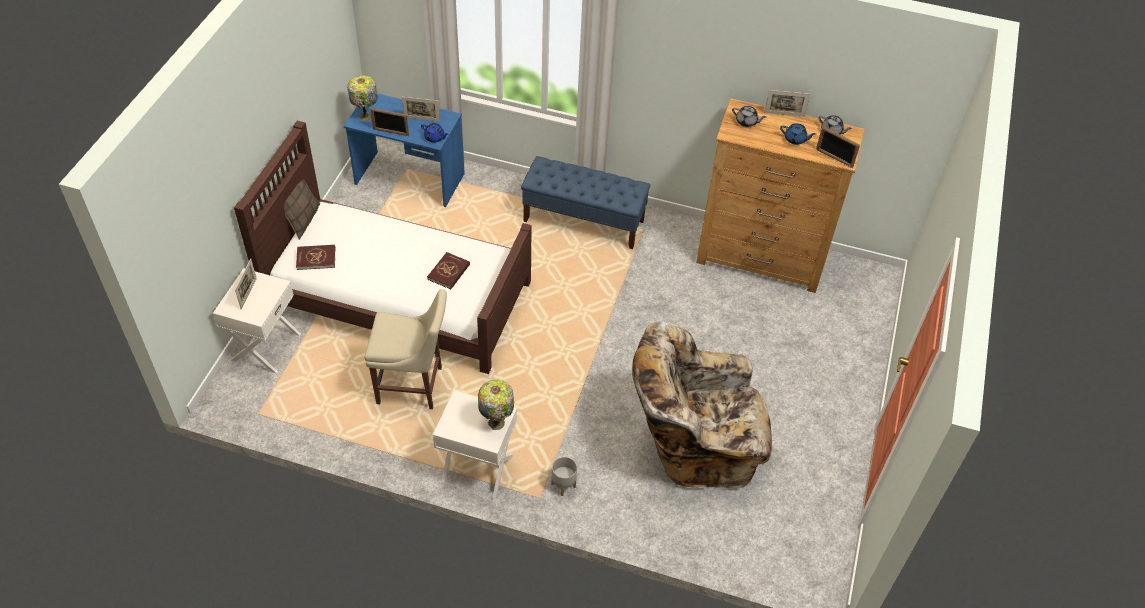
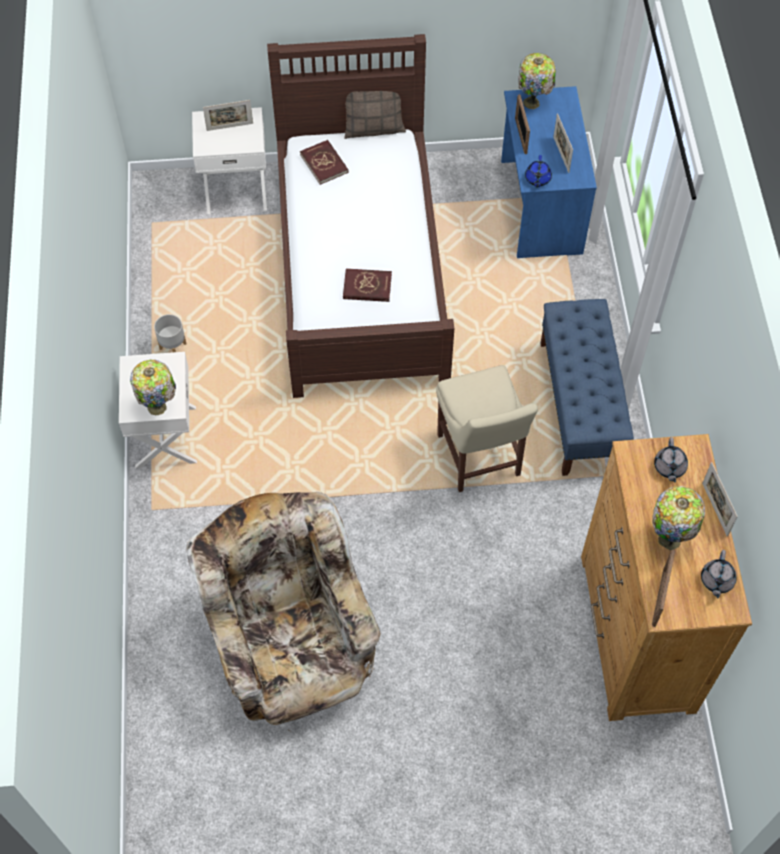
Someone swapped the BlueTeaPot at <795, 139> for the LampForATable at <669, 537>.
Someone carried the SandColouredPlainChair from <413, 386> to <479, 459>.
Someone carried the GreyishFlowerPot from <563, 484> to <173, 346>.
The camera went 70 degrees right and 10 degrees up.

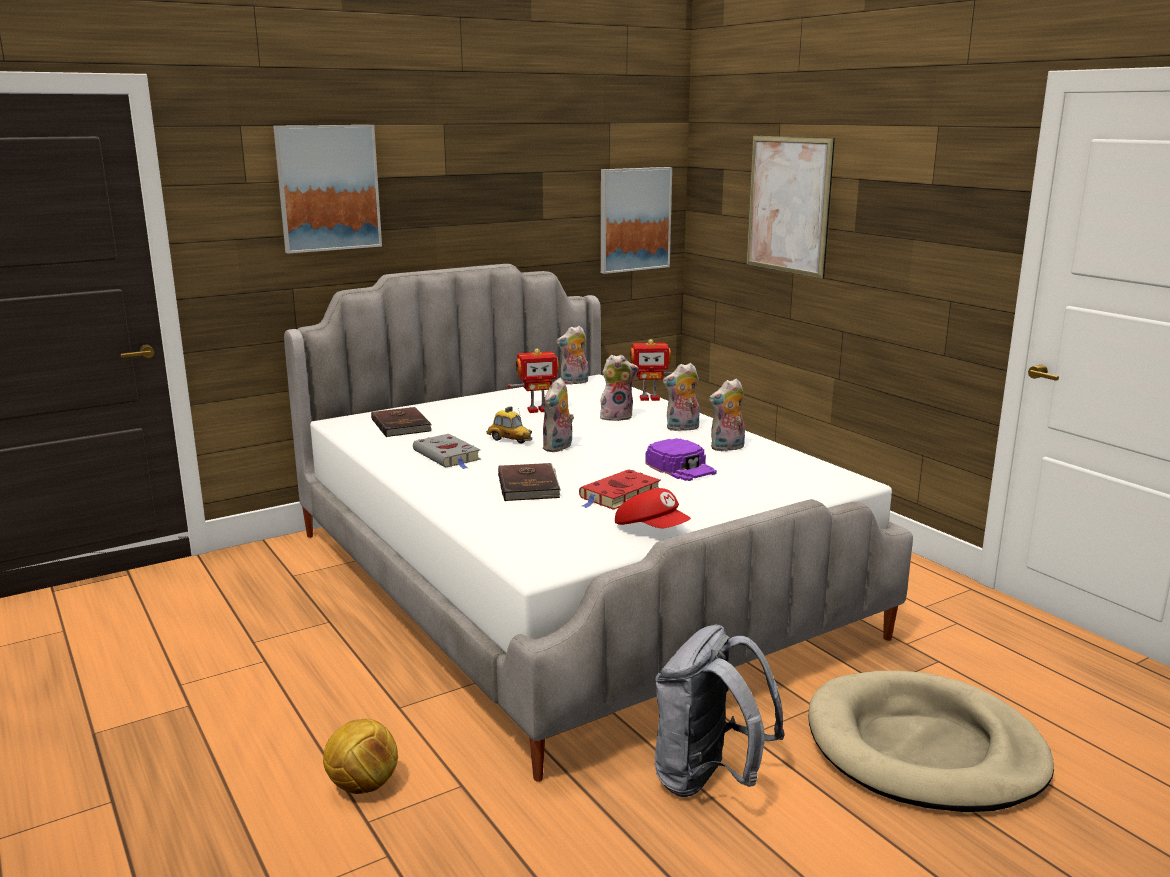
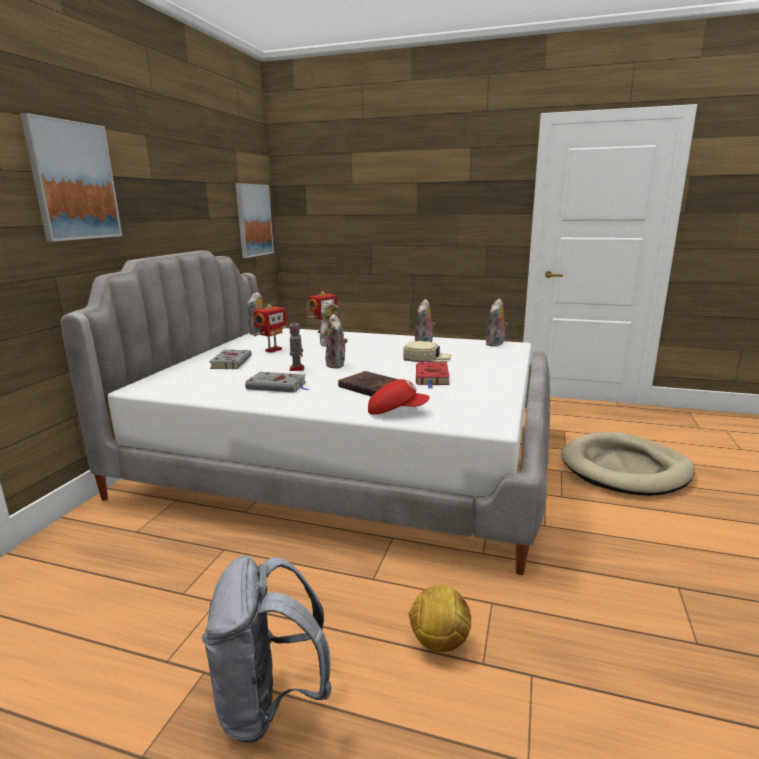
Someone took away the Picture at <788, 205>.
Someone carried the PlushToy from <682, 428> to <495, 344>.
Someone swapped the ModelCar at <509, 440> for the ToyRobot at <297, 368>.
Someone took away the BrownColouredBoundBook at <402, 425>.
Someone repainted the PurpleColouredPeakedCap at <681, 467>, which became the SandColouredPeakedCap at <427, 357>.
Someone carried the RedPeakedCap from <652, 529> to <396, 411>.
Someone carried the GreyishRucksack from <708, 779> to <269, 703>.
Someone put down the GreyishBoundBook at <231, 362>.
The camera went 40 degrees left and 0 degrees up.

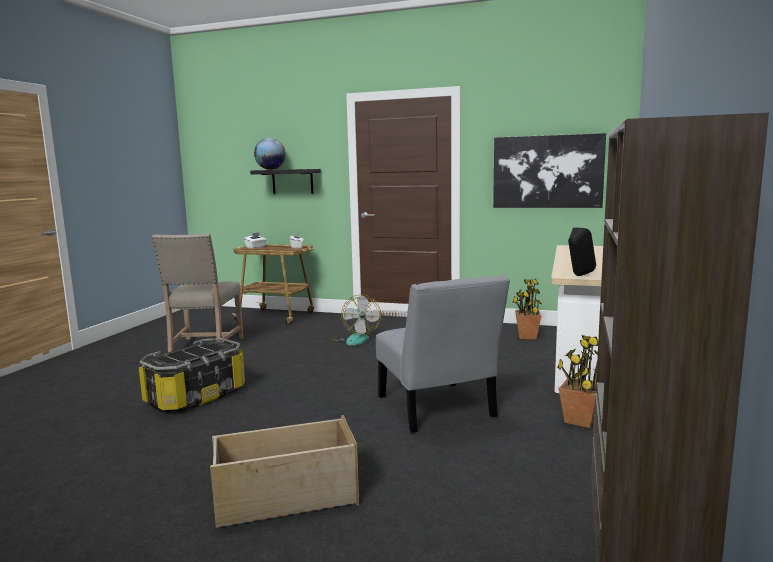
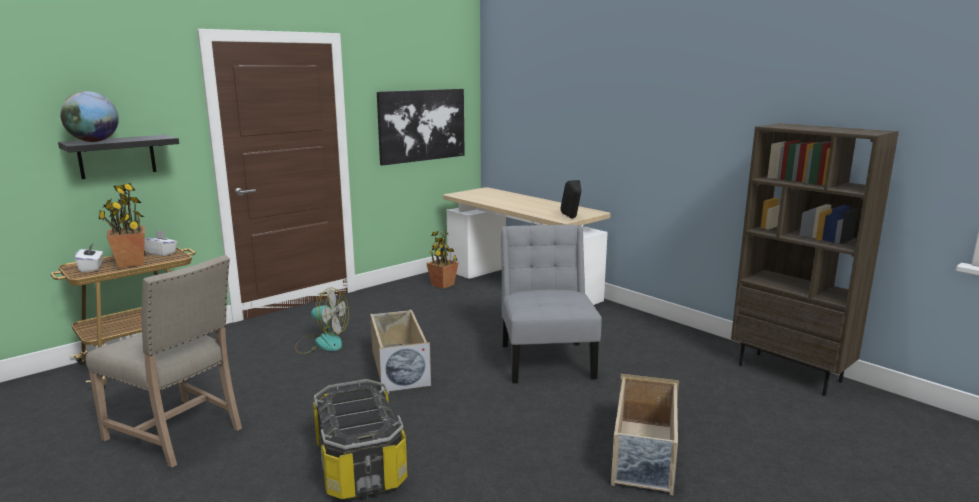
Someone rotated the GreyishPlainChair at <437, 409> by 105 degrees counterclockwise.
Someone carried the Houseplant from <580, 420> to <131, 263>.
Someone put down the SandColouredStorageContainer at <398, 367>.
The camera went 60 degrees left and 5 degrees up.

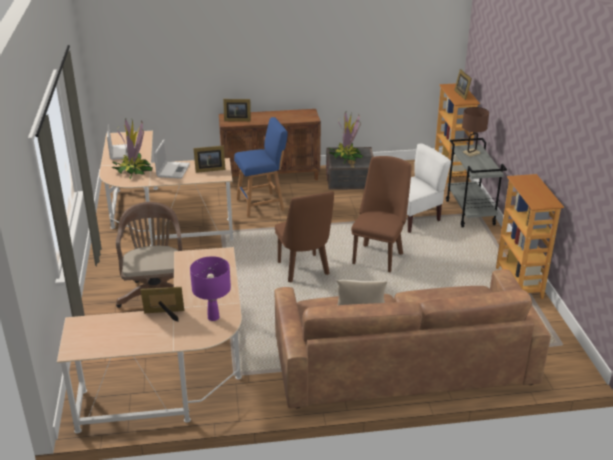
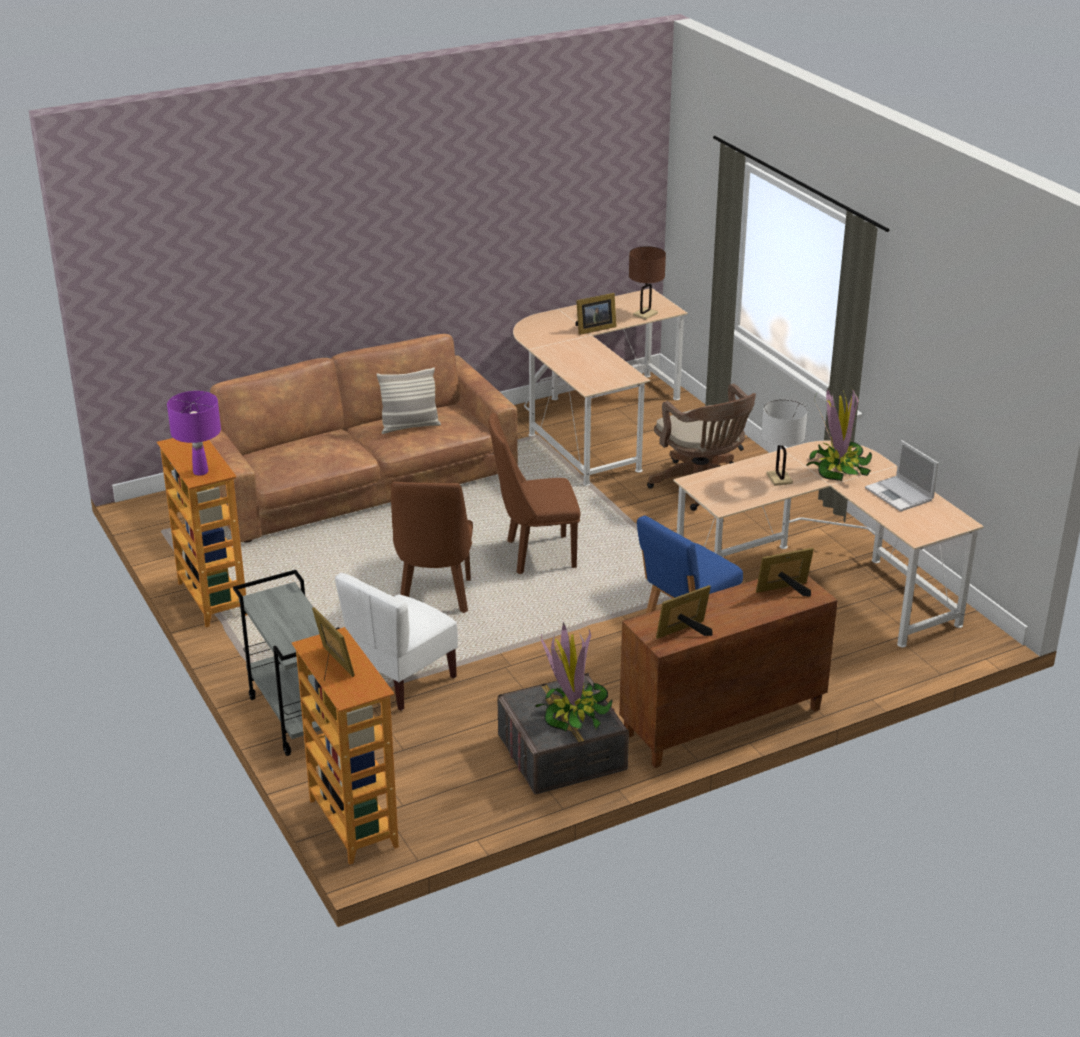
Someone carried the BrownColouredLampForATable from <471, 153> to <645, 314>.
Someone swapped the Laptop at <173, 170> for the WhitishLampForATable at <779, 478>.
Someone carried the PictureFrame from <209, 169> to <685, 632>.
Someone rotated the BrownColouredPlainChair at <304, 271> by 60 degrees counterclockwise.
Someone carried the PurpleColouredLampForATable from <213, 317> to <201, 472>.
The camera went 160 degrees right and 0 degrees up.

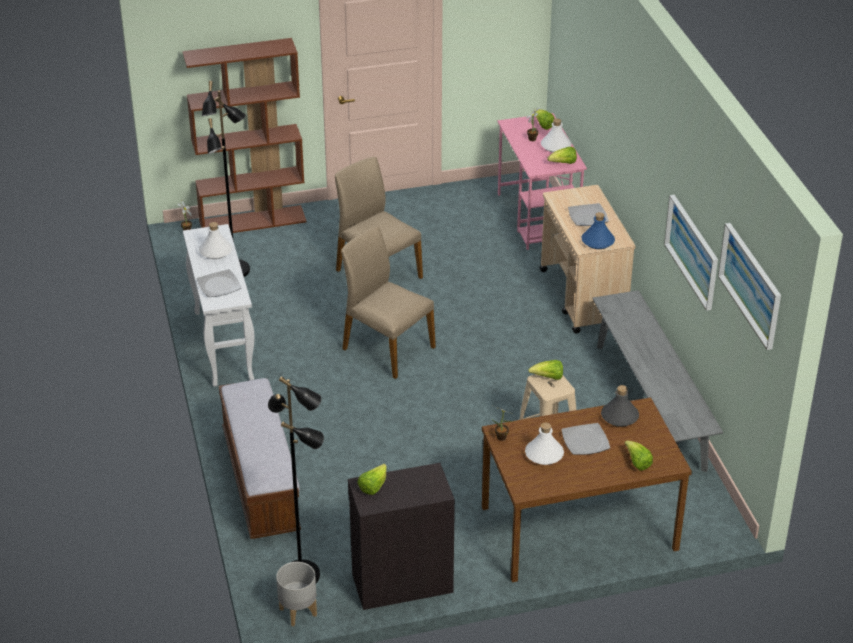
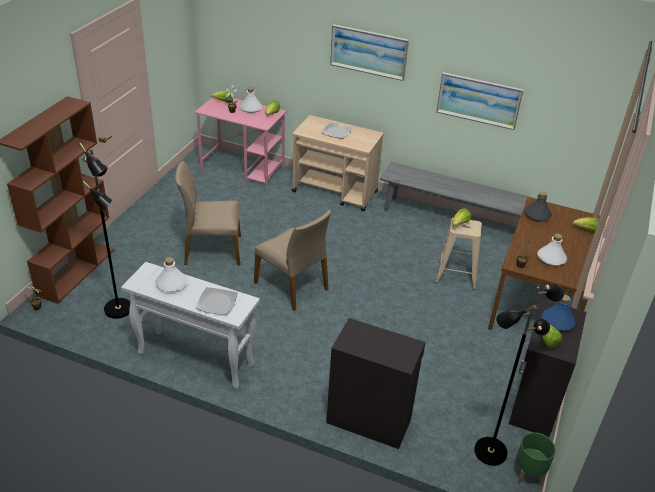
Someone carried the BlueBeverageBottle from <597, 241> to <557, 321>.
Someone carried the Picture from <751, 284> to <369, 52>.
Someone rotated the SandColouredPlainChair at <387, 348> by 120 degrees counterclockwise.
Someone swapped the Bench at <261, 480> for the BlackColouredCupboard at <369, 419>.
Someone took away the Plate at <586, 441>.
Someone repainted the GreyishFlowerPot at <297, 612>, which became the GreenFlowerPot at <528, 474>.
The camera went 55 degrees left and 0 degrees up.

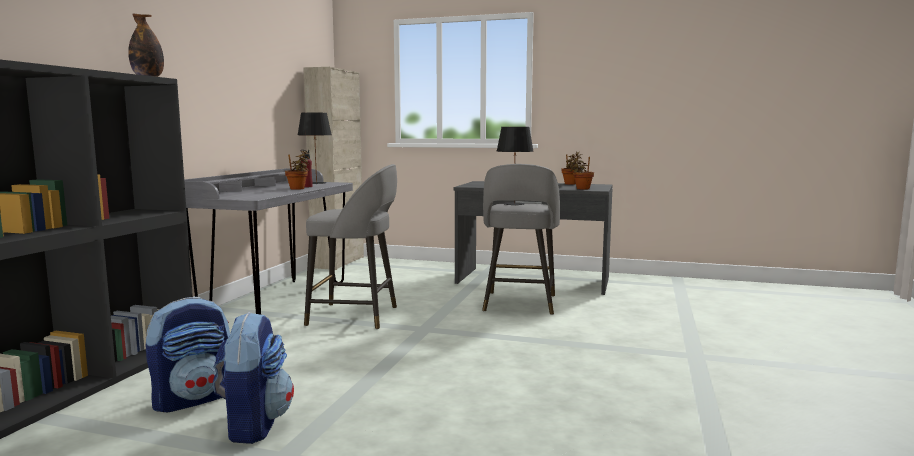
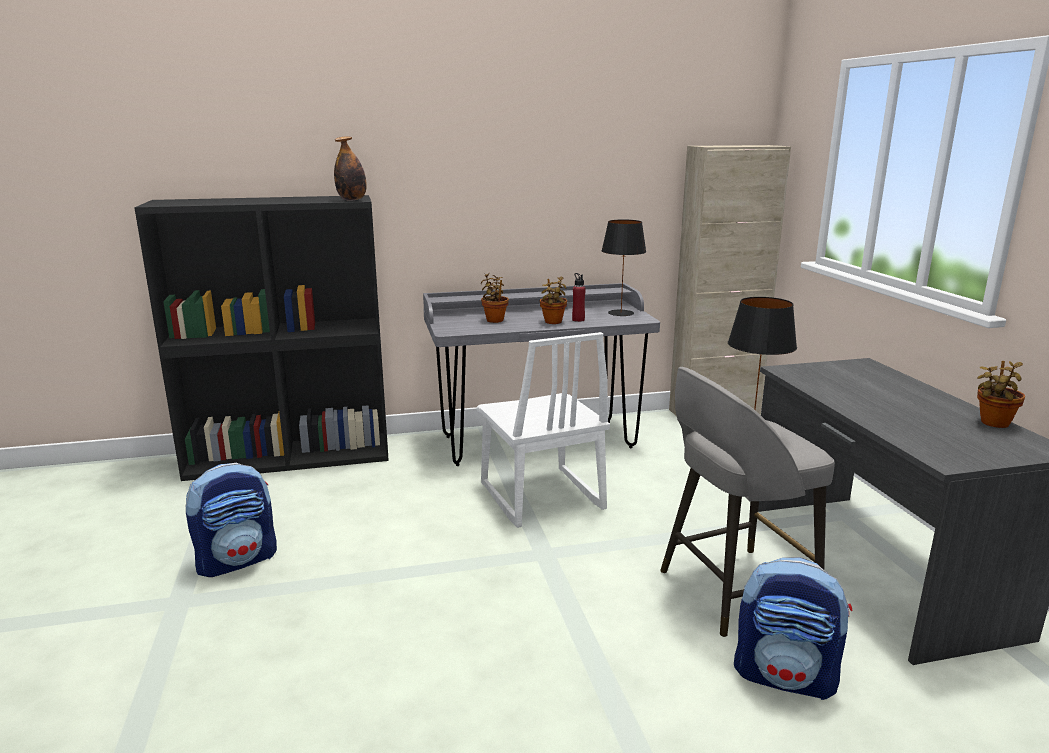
Someone carried the Houseplant from <581, 188> to <494, 320>.
Someone swapped the GreyishStool at <356, 316> for the WhitishPlainChair at <540, 497>.
Someone carried the Rucksack from <194, 399> to <785, 676>.
The camera went 60 degrees right and 10 degrees up.

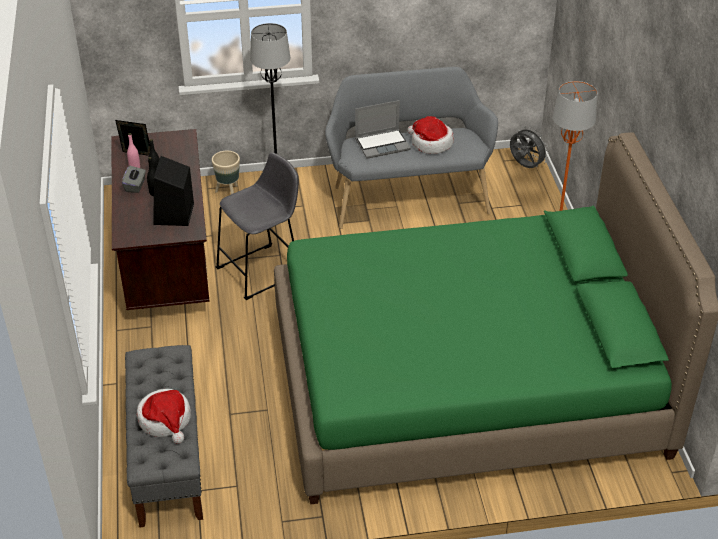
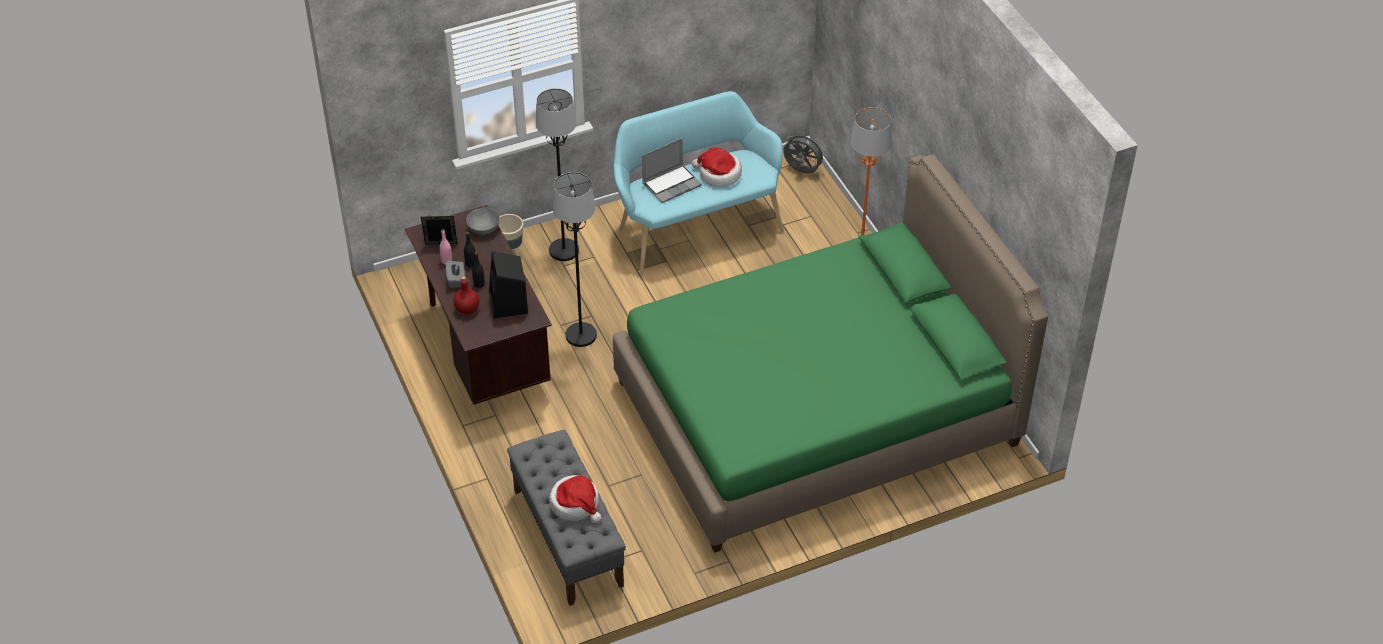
Someone repainted the GreyishBench at <407, 197>, which became the TurquoiseBench at <695, 227>.
Someone swapped the GreyishStool at <263, 270> for the BlackColouredStandingLamp at <581, 335>.
Someone put down the GreyishBowl at <483, 229>.
Someone put down the RedBeverageBottle at <467, 309>.
The camera went 15 degrees left and 5 degrees up.

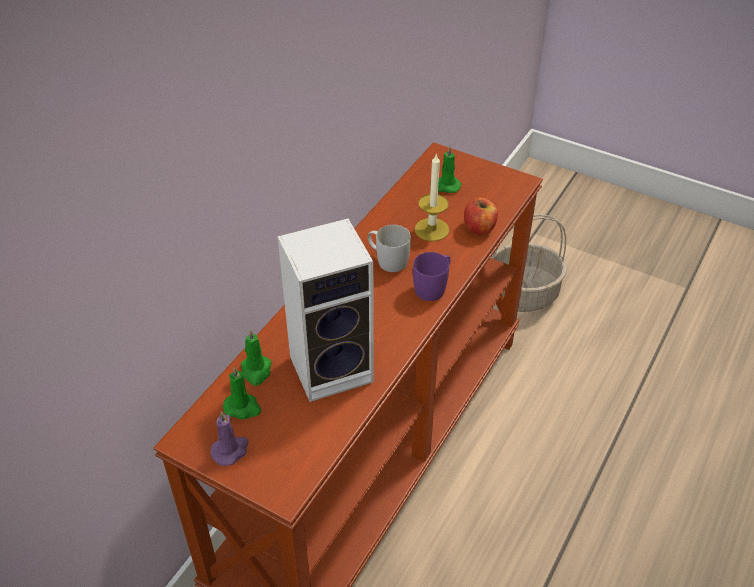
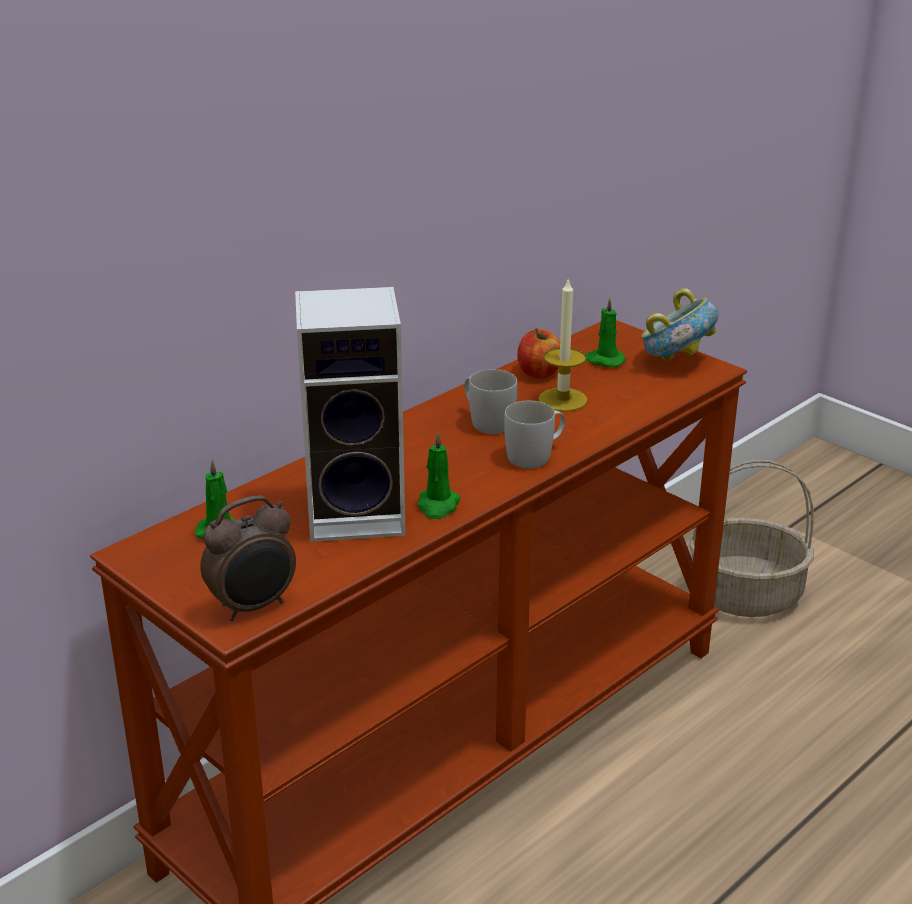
Someone carried the WholeApple from <479, 228> to <539, 372>.
Someone repainted the PurpleColouredMug at <433, 287>, which became the WhitishMug at <536, 455>.
Someone carried the GreenCandle from <256, 371> to <438, 506>.
Someone took away the PurpleColouredCandle at <231, 450>.
Someone put down the Bowl at <676, 361>.
Someone put down the TableClock at <254, 607>.
The camera went 15 degrees right and 15 degrees down.

